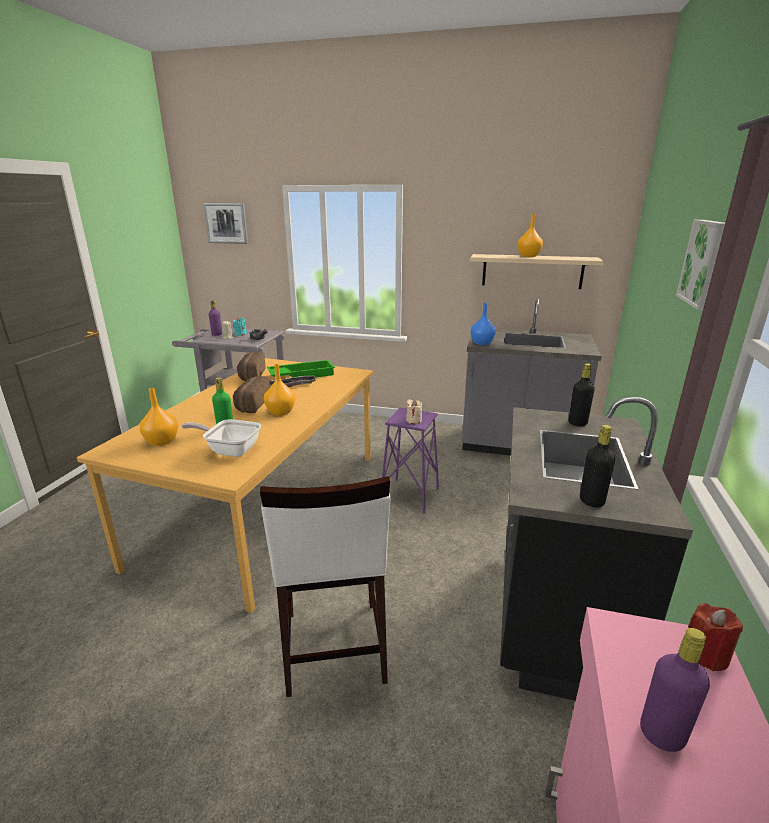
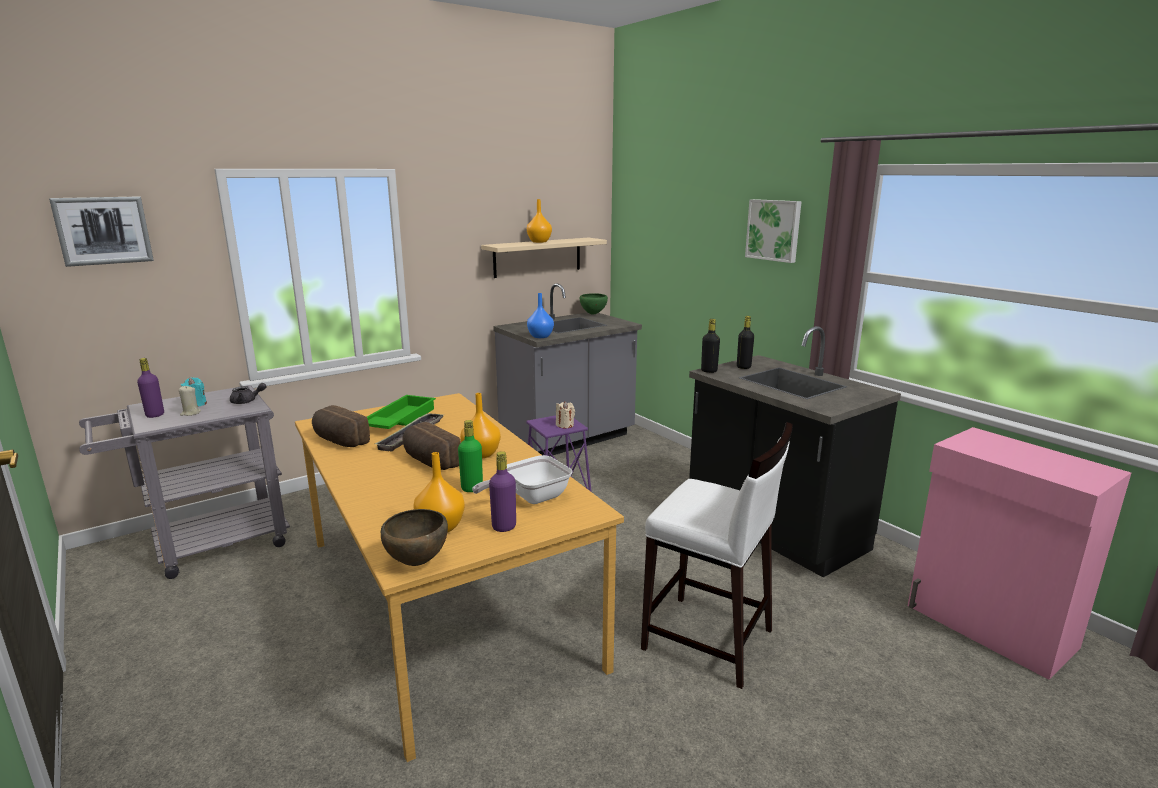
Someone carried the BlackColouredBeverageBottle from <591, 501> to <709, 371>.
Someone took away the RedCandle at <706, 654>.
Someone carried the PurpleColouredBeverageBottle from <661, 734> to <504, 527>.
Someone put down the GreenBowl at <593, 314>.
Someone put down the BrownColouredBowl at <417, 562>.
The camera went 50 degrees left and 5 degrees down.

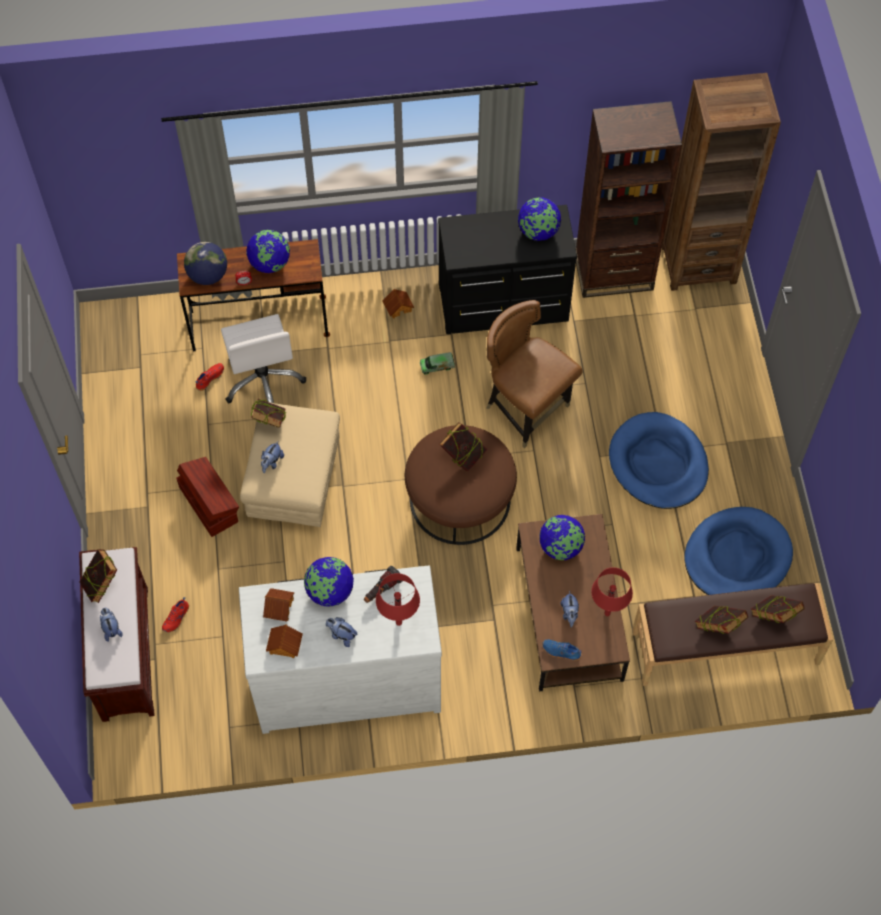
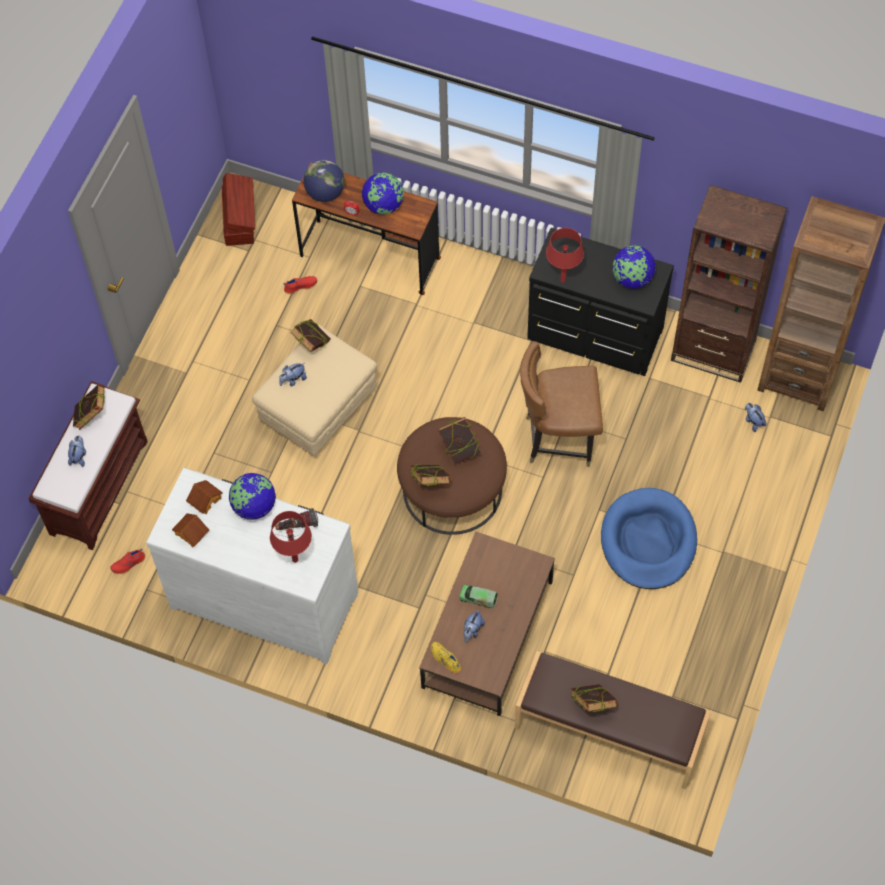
Someone took away the MiniatureHouse at <398, 307>.
Someone rotated the BrownColouredPlainChair at <526, 409> by 75 degrees counterclockwise.
Someone took away the WhitishOfficeChair at <263, 381>.
Someone carried the ModelTruck from <437, 366> to <478, 598>.
Someone carried the BrownColouredStorageContainer from <209, 503> to <239, 219>.
Someone took away the BluePetBed at <737, 557>.
Someone took away the Globe at <560, 547>.
Someone carried the RedLampForATable from <607, 613> to <562, 280>.
Someone carried the BoundBook from <773, 617> to <430, 483>.
Someone carried the RedLowShoe from <176, 618> to <129, 564>.
Someone carried the PlushToy from <341, 635> to <753, 421>.
Someone repainted the BlueLowShoe at <561, 652>, which became the YellowLowShoe at <445, 659>.
The camera went 30 degrees right and 0 degrees up.

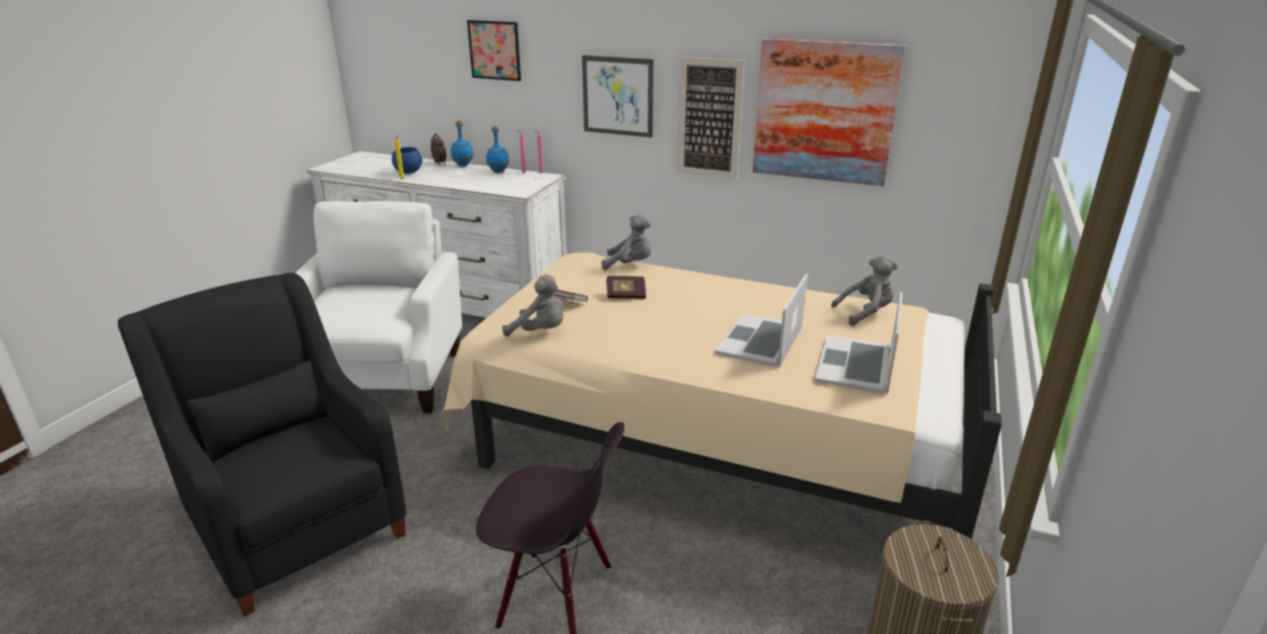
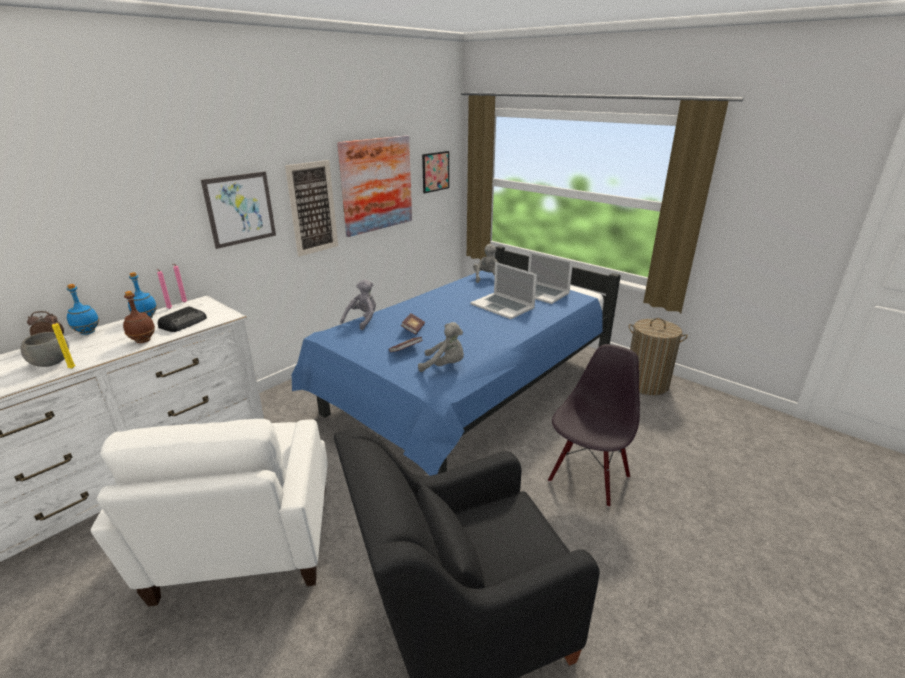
Someone carried the Picture from <494, 50> to <435, 171>.
Someone repainted the BlueBowl at <408, 172>, which became the GreyishBowl at <51, 363>.
Someone rotated the WhitishArmchair at <382, 376> by 120 degrees counterclockwise.
Someone repainted the SandColouredBed at <711, 441>, which became the BlueBed at <467, 390>.
Someone rotated the GreyishPlushToy at <540, 332> by 60 degrees clockwise.
Someone put down the BrownColouredBeverageBottle at <143, 340>.
Someone put down the RadioReceiver at <184, 323>.
The camera went 70 degrees left and 0 degrees up.

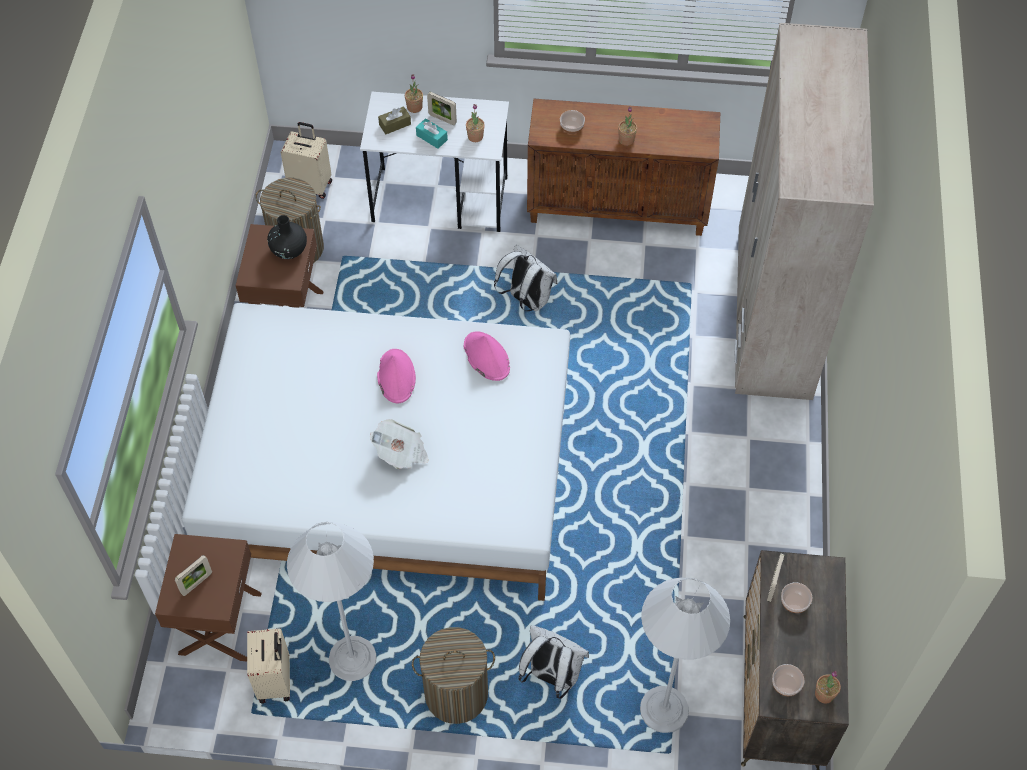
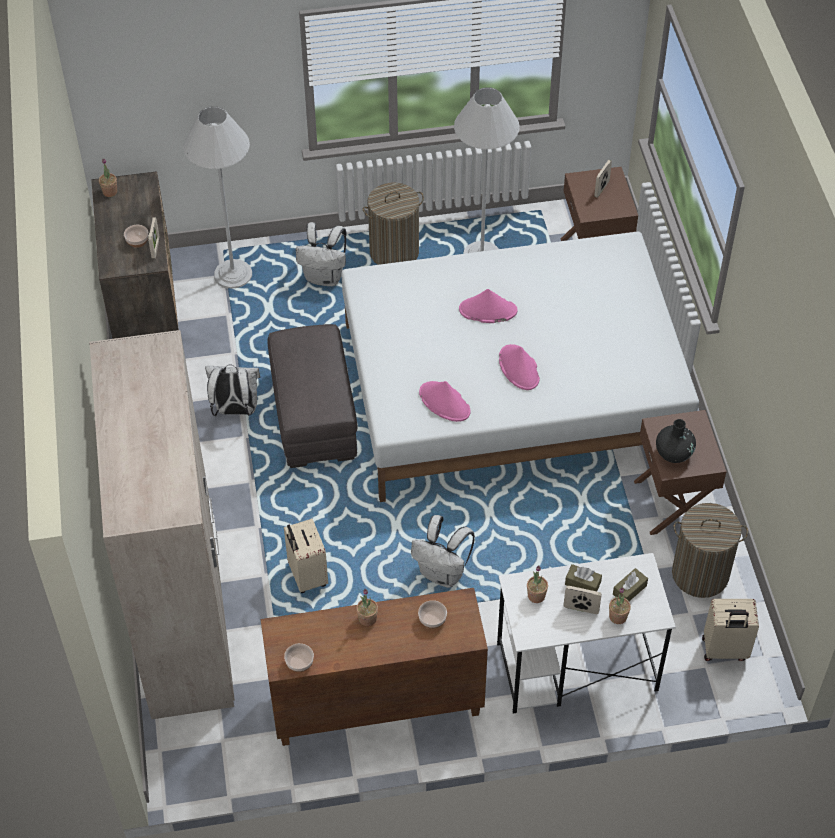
Someone repainted the TurquoiseBoxOfTissues at <432, 137>, which became the BrownColouredBoxOfTissues at <582, 583>.
Someone swapped the Newspaper at <401, 453> for the PinkClothingHat at <487, 310>.
Someone carried the SandColouredTravelCase from <276, 681> to <306, 576>.
Someone carried the Bowl from <786, 685> to <299, 663>.
Someone put down the GreyishFootrest at <315, 416>.
Someone put down the WhitishRucksack at <235, 410>.
The camera went 165 degrees right and 5 degrees down.

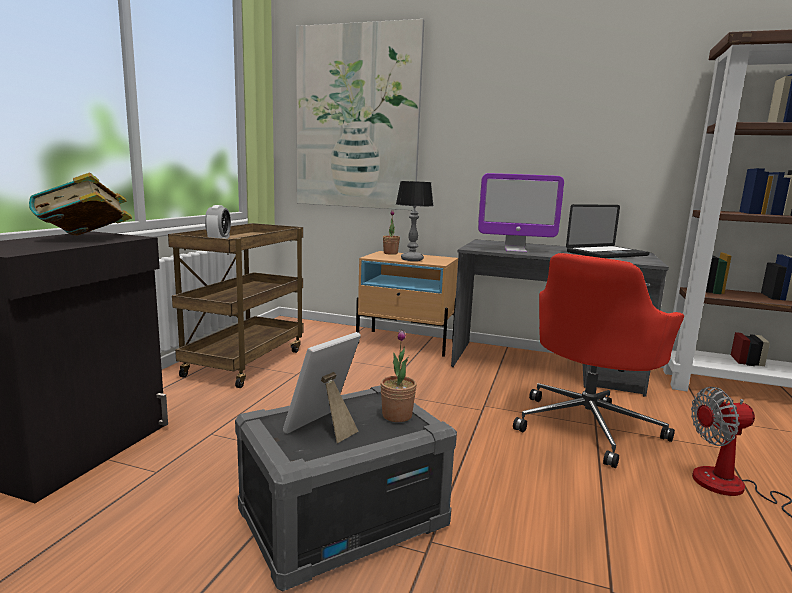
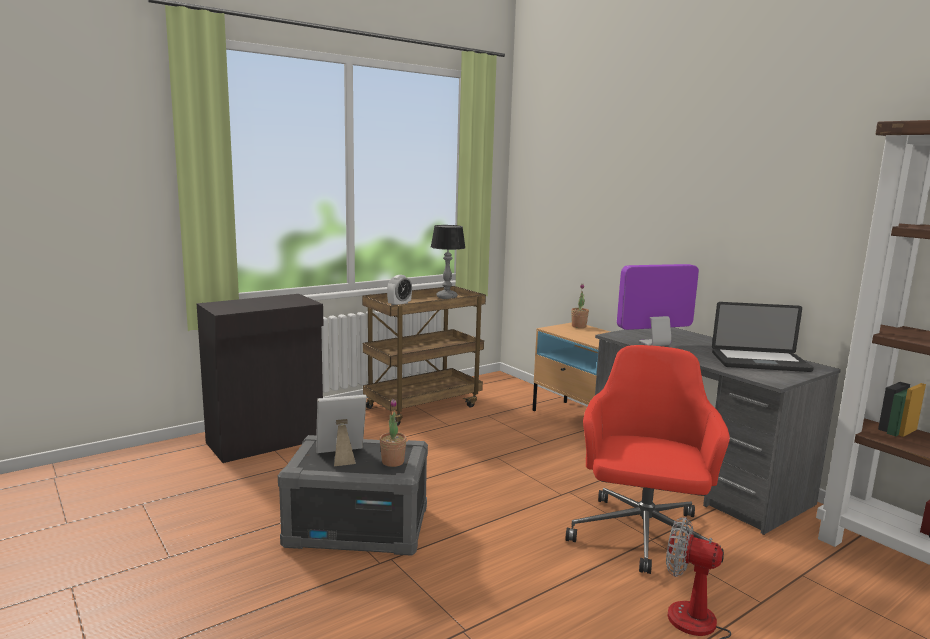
Someone took away the Picture at <357, 118>.
Someone took away the BoundBook at <86, 239>.
Someone rotated the ComputerScreen at <515, 250> by 120 degrees clockwise.
Someone carried the LampForATable from <411, 259> to <446, 297>.
Someone rotated the RedOfficeChair at <587, 426> by 120 degrees clockwise.
The camera went 35 degrees right and 0 degrees up.

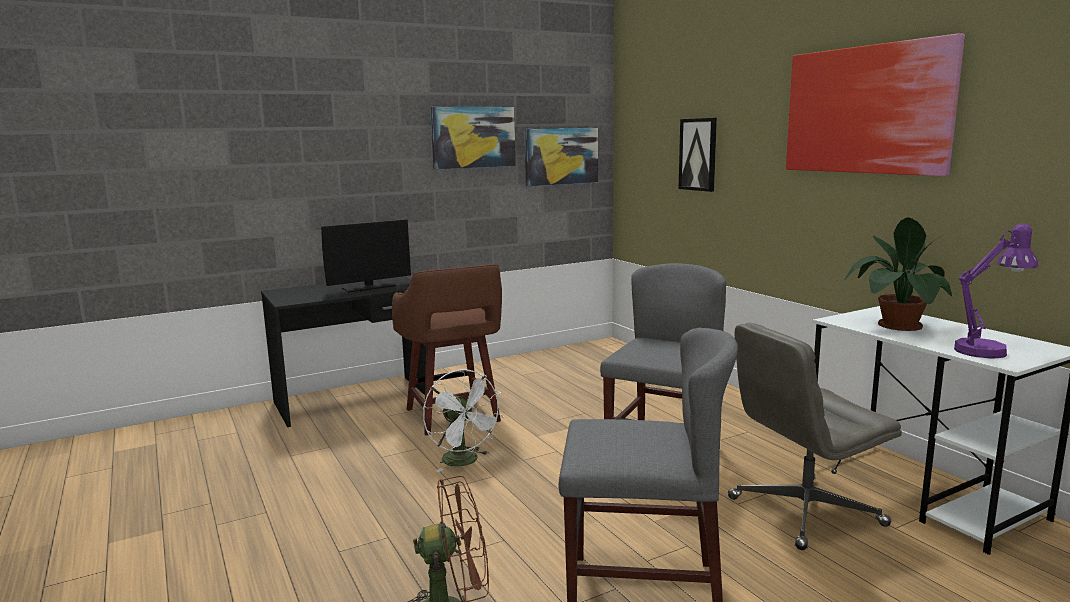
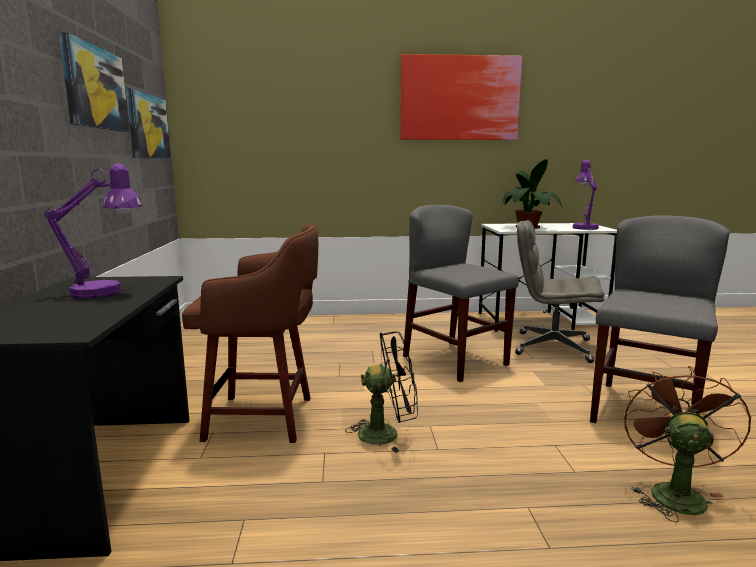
Someone took away the Picture at <698, 154>.
Someone swapped the ComputerScreen at <369, 287> for the PurpleColouredLampForATable at <107, 292>.
Someone rotated the GreyishOfficeChair at <804, 512> by 105 degrees clockwise.
Someone repainted the WhitishFan at <465, 462>, which became the BlackColouredFan at <387, 433>.
The camera went 65 degrees left and 0 degrees up.

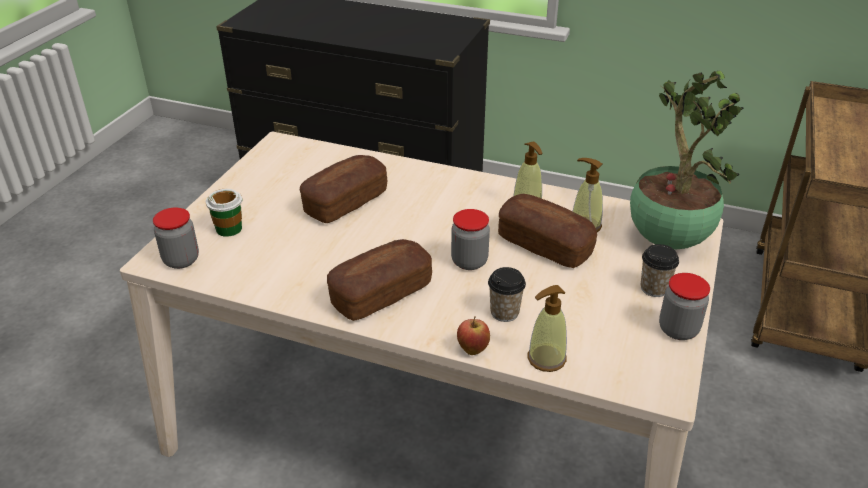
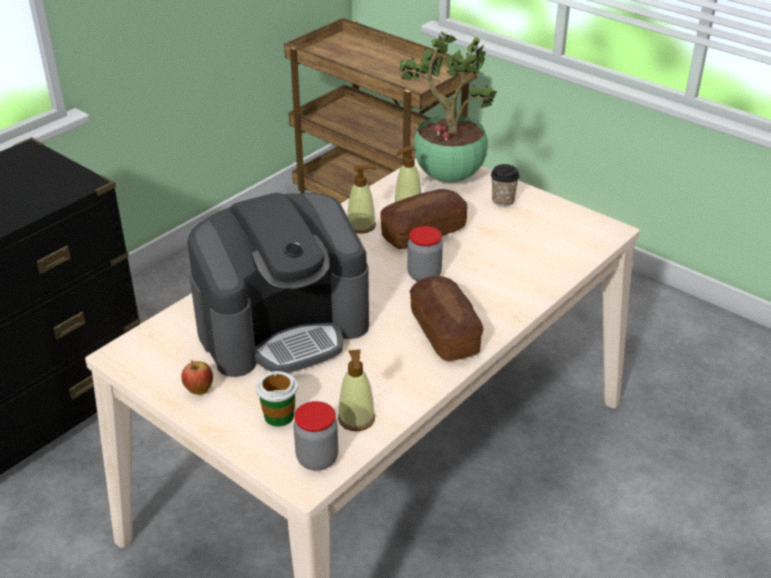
Someone swapped the BakeryBread at <345, 202> for the CoffeeMaker at <283, 327>.
Someone took away the DrinkingCup at <504, 312>.
Someone took away the StorageJar at <678, 329>.
Someone carried the LiquidSoapBottle from <546, 359> to <356, 419>.
Someone carried the WholeApple from <472, 349> to <199, 390>.
The camera went 70 degrees left and 0 degrees up.

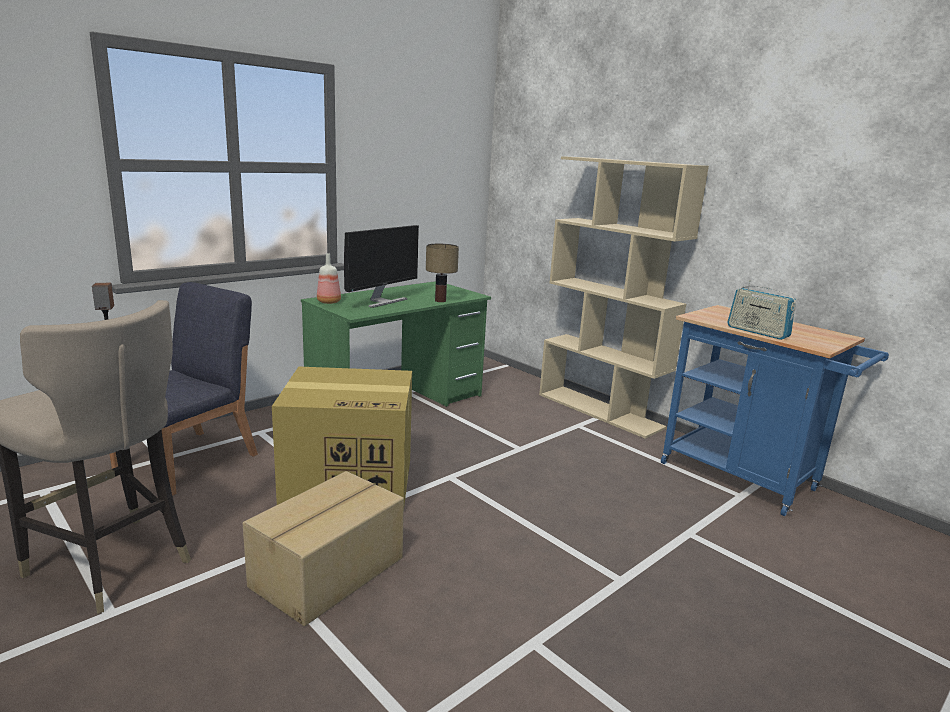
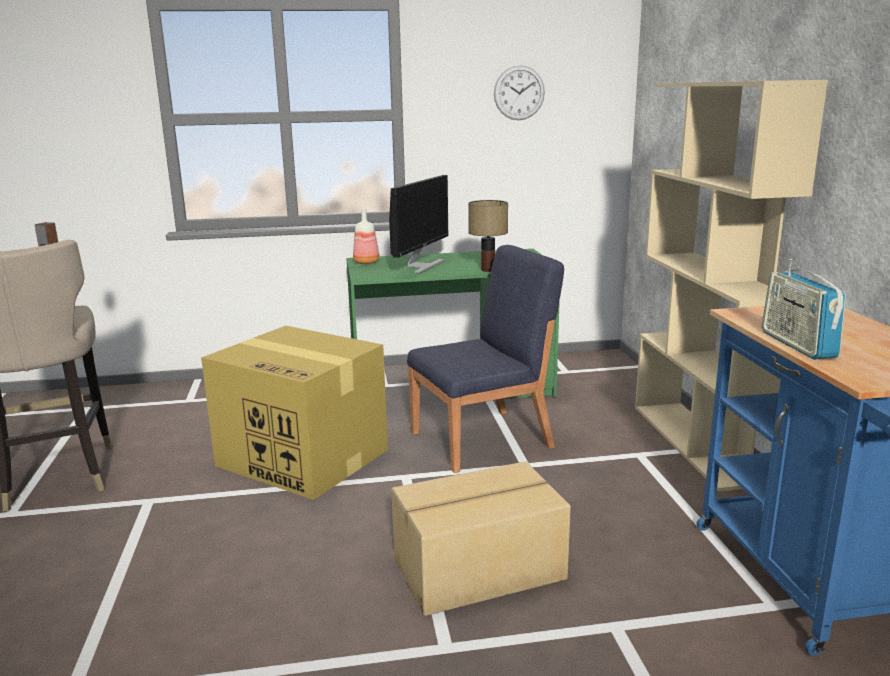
Someone rotated the ComputerScreen at <381, 301> by 45 degrees counterclockwise.
Someone carried the BluePlainChair from <189, 461> to <483, 439>.
Someone carried the CardboardBox from <329, 572> to <480, 570>.
Someone put up the ClockOnTheWall at <519, 93>.
The camera went 35 degrees right and 0 degrees up.

